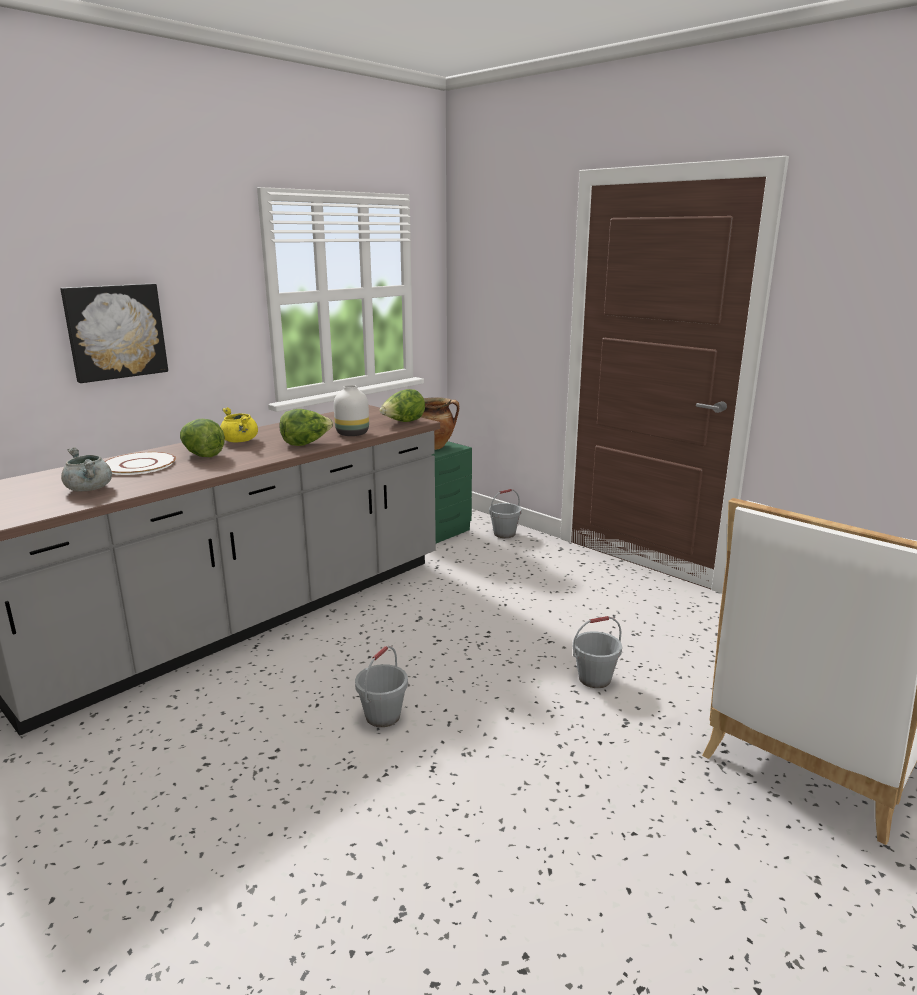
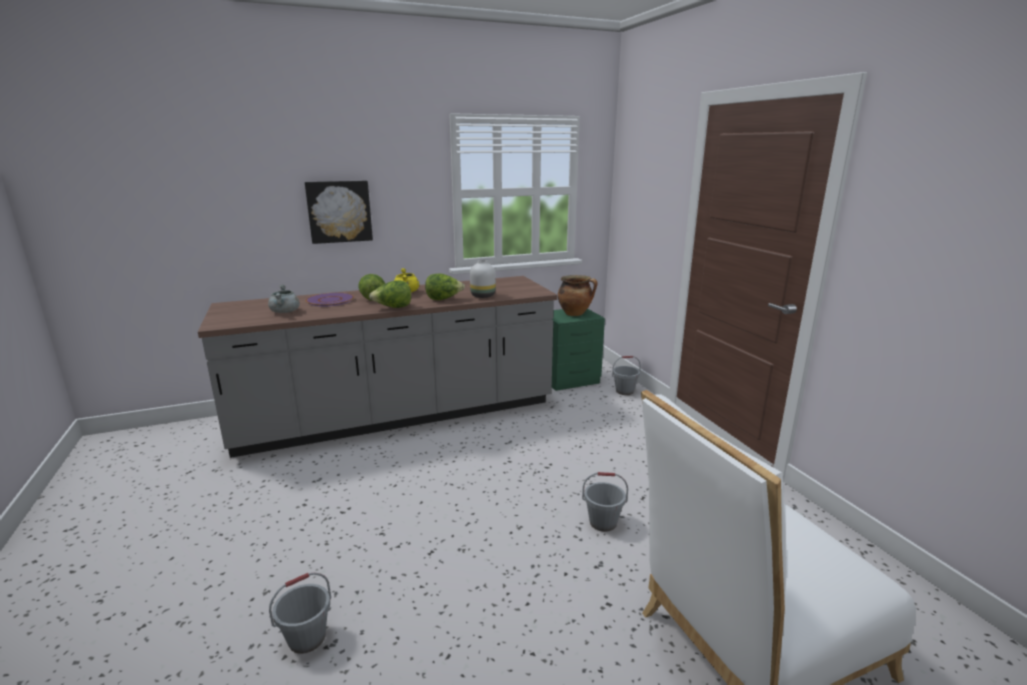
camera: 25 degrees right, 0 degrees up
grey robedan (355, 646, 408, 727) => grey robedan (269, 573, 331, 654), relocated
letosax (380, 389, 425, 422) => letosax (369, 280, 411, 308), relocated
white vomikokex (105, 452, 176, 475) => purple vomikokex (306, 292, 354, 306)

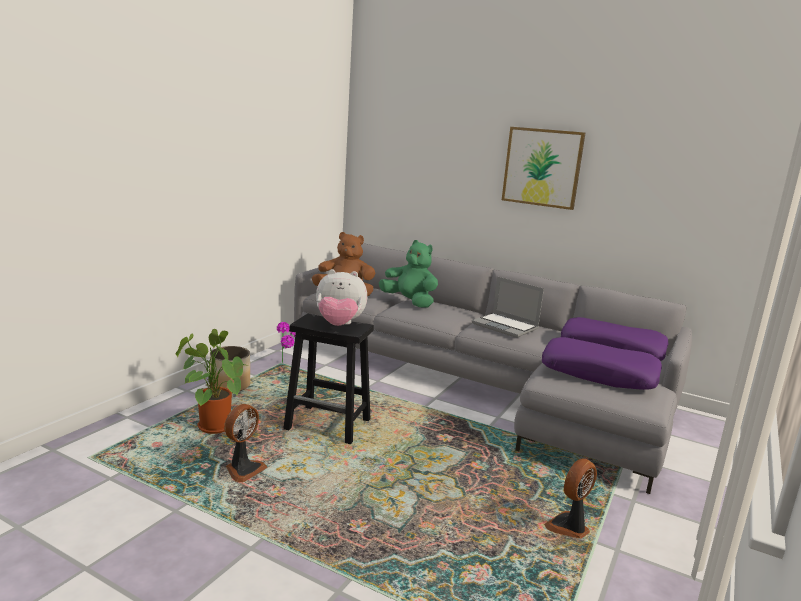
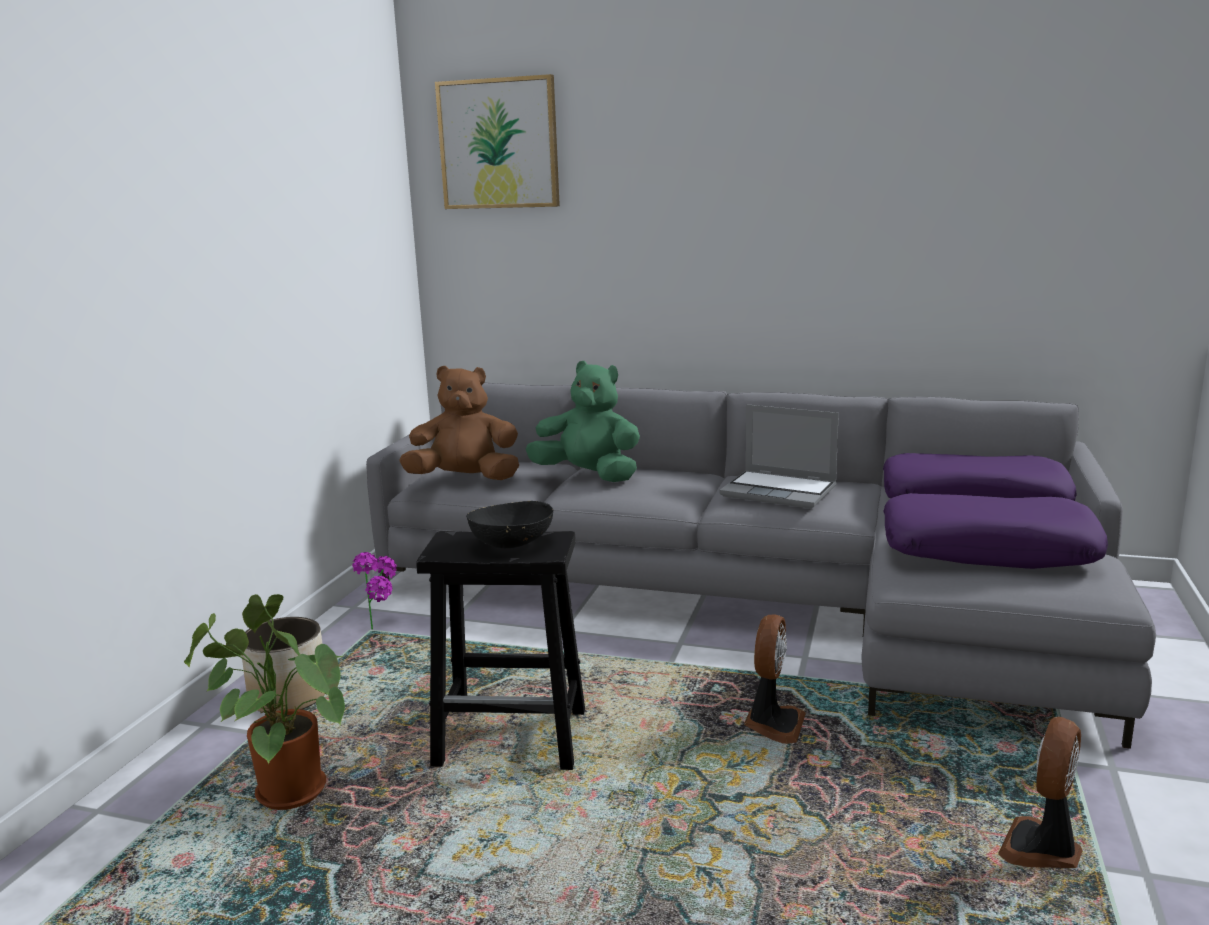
camera: 10 degrees left, 0 degrees up
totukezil (224, 404, 268, 482) => totukezil (744, 615, 806, 744), relocated
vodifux (502, 127, 585, 210) => vodifux (435, 74, 560, 209), relocated
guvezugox (316, 269, 367, 326) => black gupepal (466, 501, 553, 548)

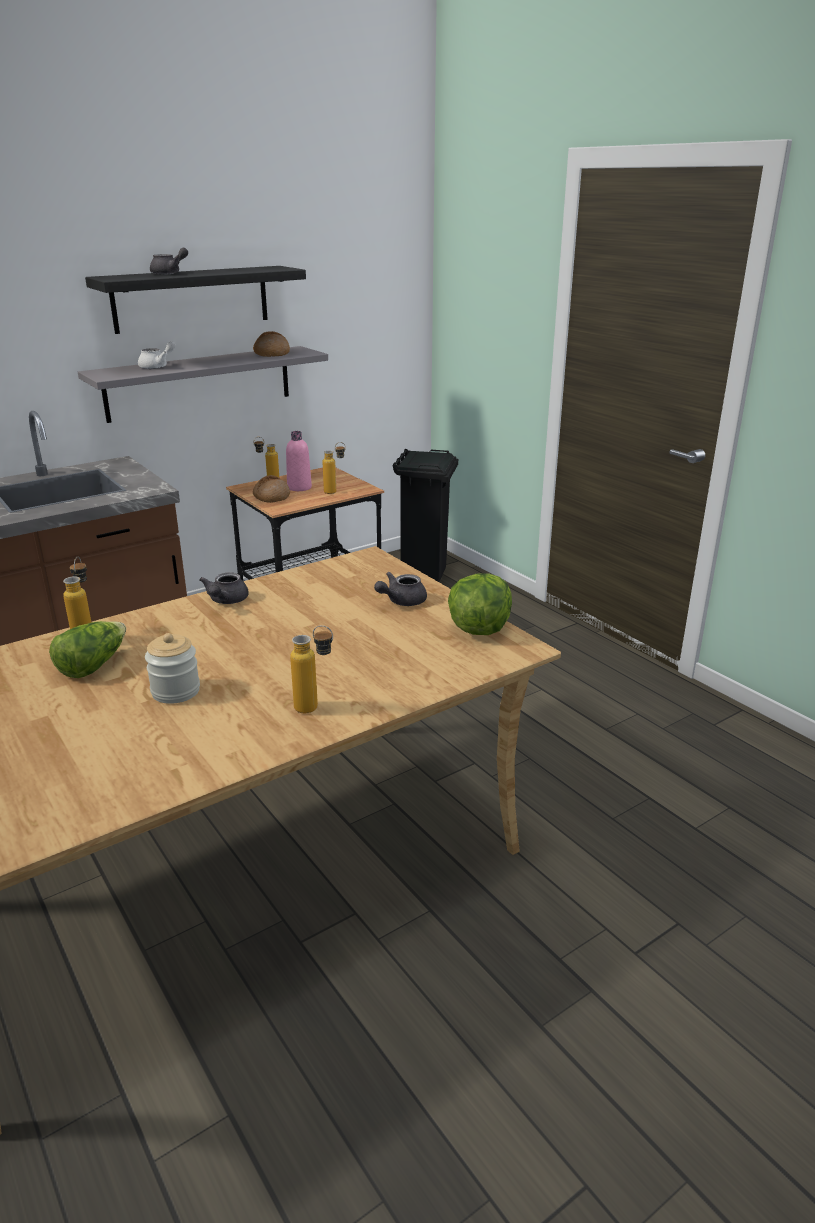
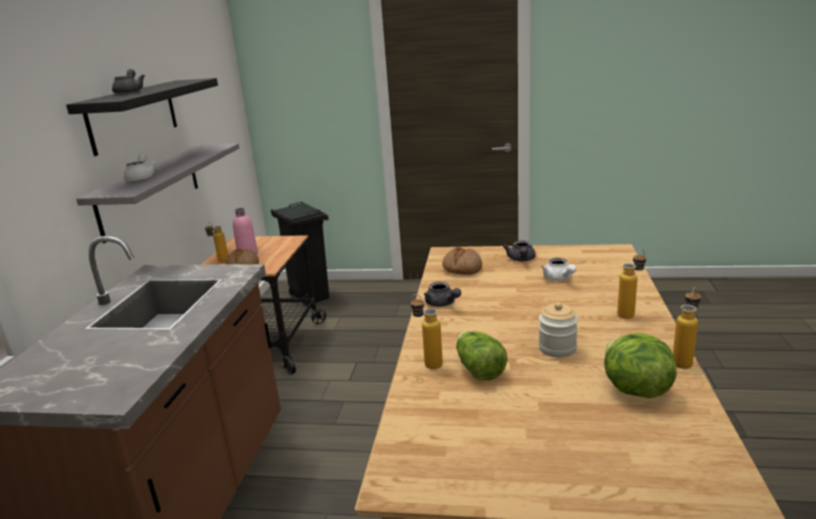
camera: 45 degrees left, 5 degrees down
nothing => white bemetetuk (541, 258, 577, 281)
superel (253, 331, 290, 357) => superel (442, 247, 482, 275), relocated
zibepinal (323, 442, 346, 494) => zibepinal (673, 287, 701, 369), relocated
letosax (448, 573, 512, 635) => letosax (604, 333, 677, 398), relocated

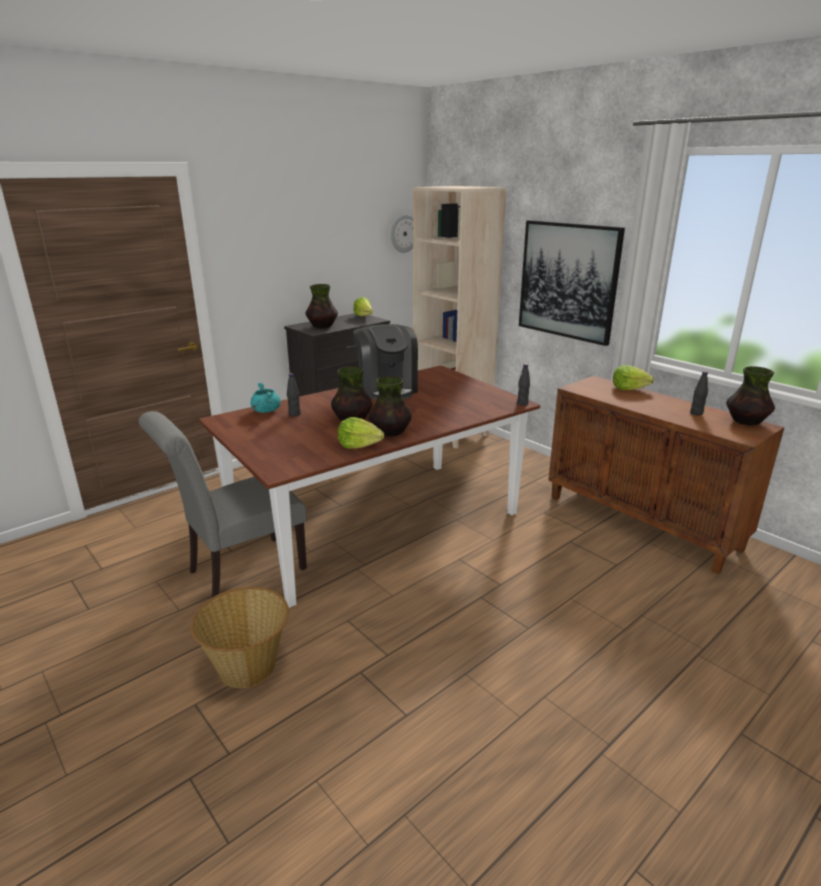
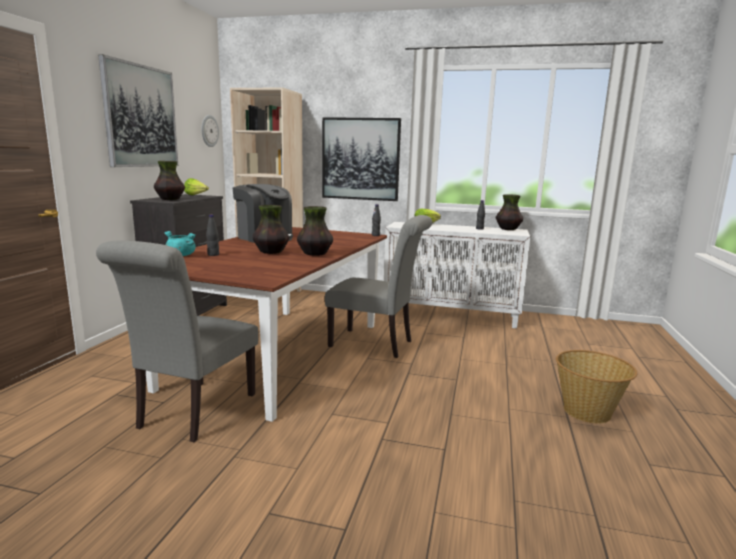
camera: 35 degrees left, 10 degrees down
letosax (338, 417, 384, 449) => nothing
nothing => vodifux (98, 54, 178, 167)
nothing => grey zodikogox (325, 215, 432, 358)
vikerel (191, 587, 289, 688) => vikerel (556, 350, 638, 423), relocated
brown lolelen (548, 375, 784, 574) => white lolelen (384, 222, 530, 328)

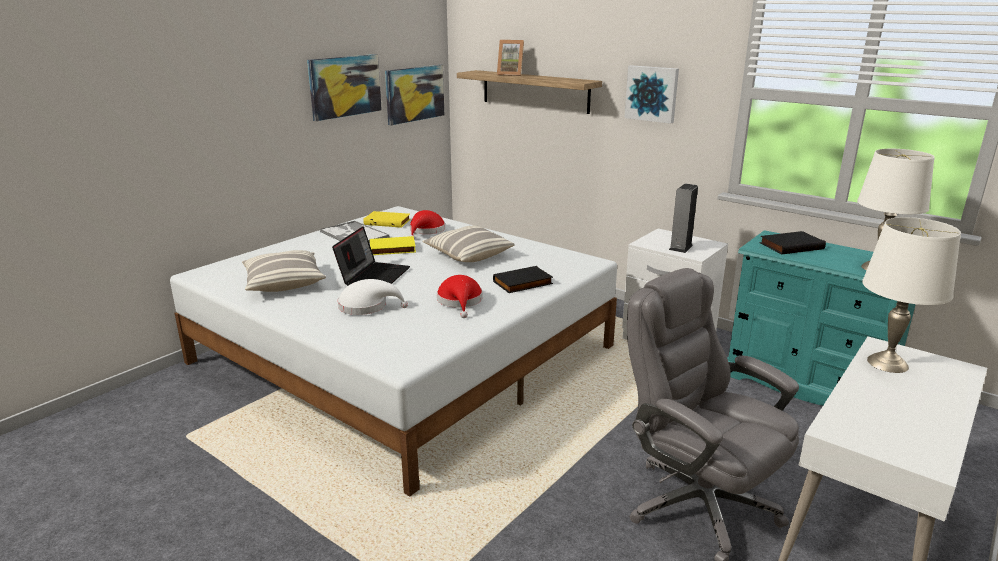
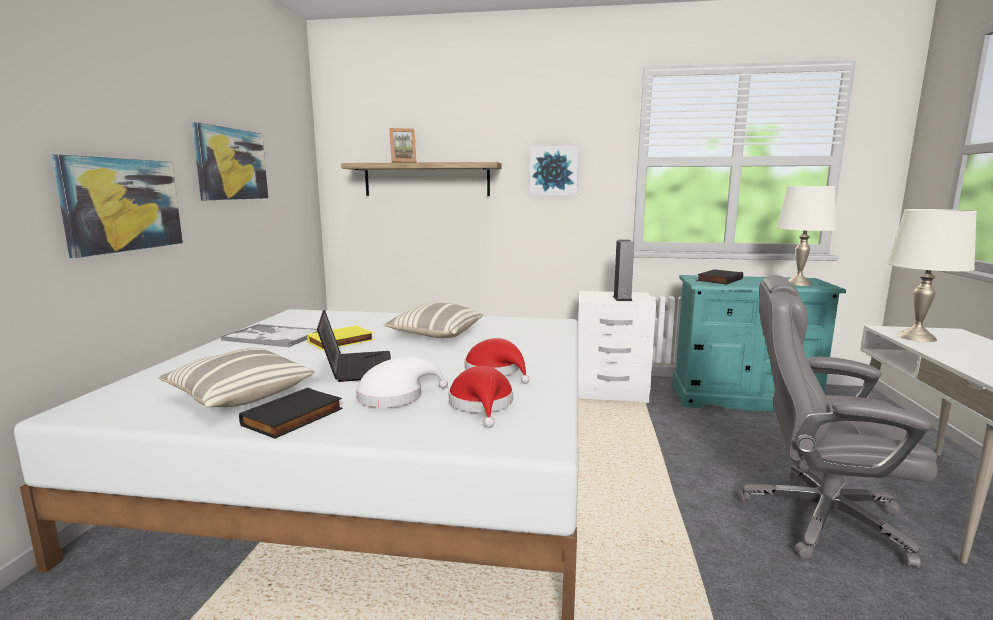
camera: 30 degrees left, 10 degrees down
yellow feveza (363, 211, 410, 228) => nothing
vodifux (385, 65, 444, 125) => vodifux (51, 154, 183, 258), relocated
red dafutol (410, 210, 445, 239) => red dafutol (449, 366, 513, 428), relocated
black feveza (493, 266, 553, 293) => black feveza (239, 388, 343, 439), relocated

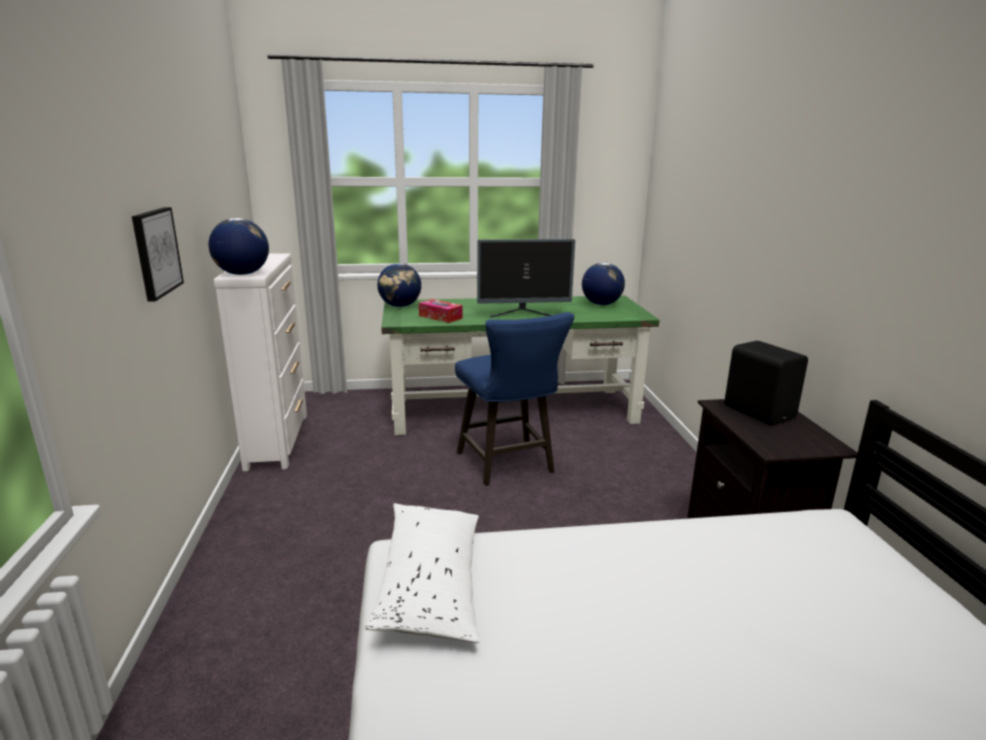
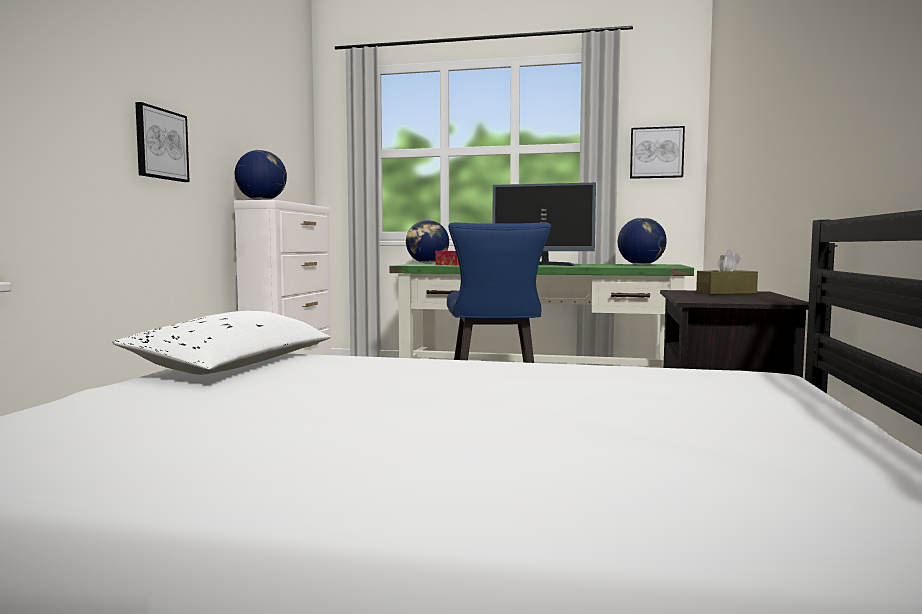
camera: 20 degrees right, 15 degrees down
nothing => vodifux (630, 126, 685, 179)
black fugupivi (724, 341, 808, 425) => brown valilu (696, 250, 758, 294)

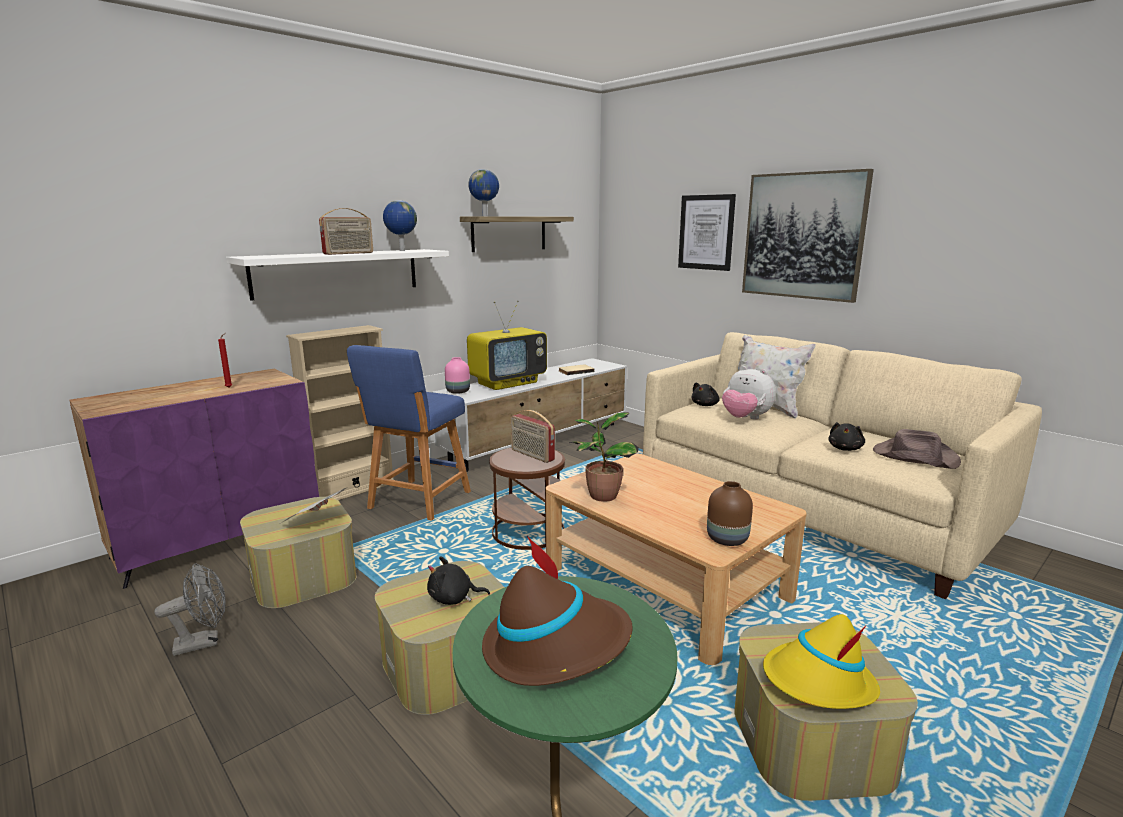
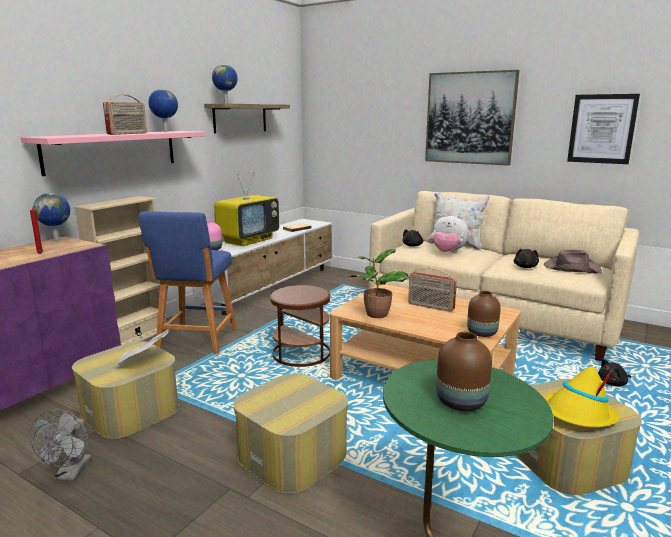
camera: 15 degrees left, 0 degrees up
nothing => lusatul (33, 193, 70, 241)
black guvezugox (427, 556, 490, 605) => black guvezugox (598, 359, 631, 386), relocated
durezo (511, 410, 555, 463) => durezo (408, 268, 457, 312), relocated
vodifux (678, 194, 736, 271) => vodifux (567, 94, 640, 164), relocated
brown dafutol (482, 536, 633, 686) => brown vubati (436, 332, 492, 411)
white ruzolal (226, 249, 449, 301) => pink ruzolal (21, 131, 206, 176)
grey totukezil (154, 563, 226, 656) => grey totukezil (30, 409, 91, 481), 135 degrees clockwise

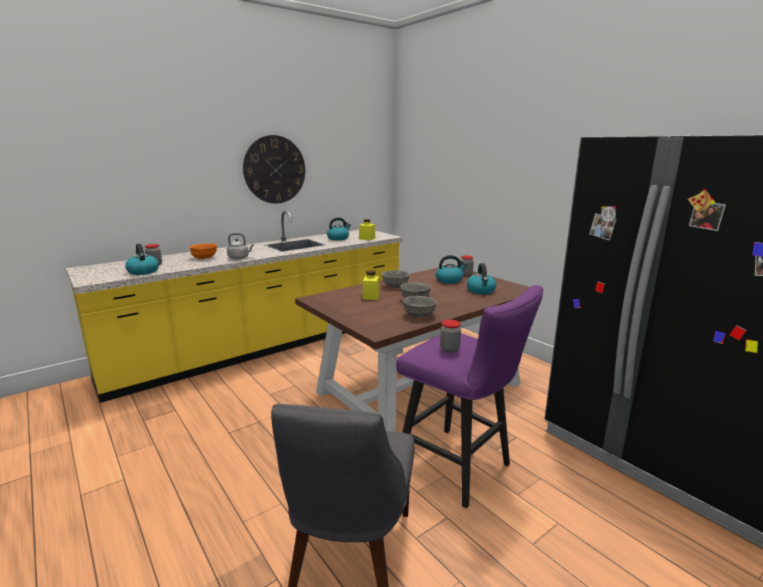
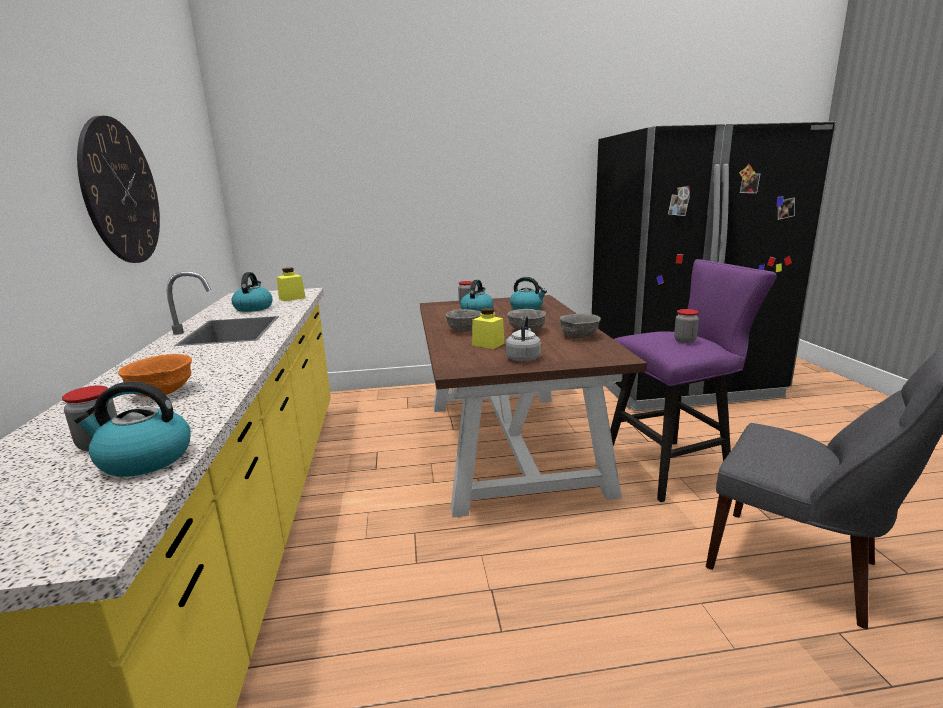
camera: 60 degrees left, 0 degrees up
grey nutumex (227, 233, 254, 259) => grey nutumex (505, 315, 541, 362), relocated

